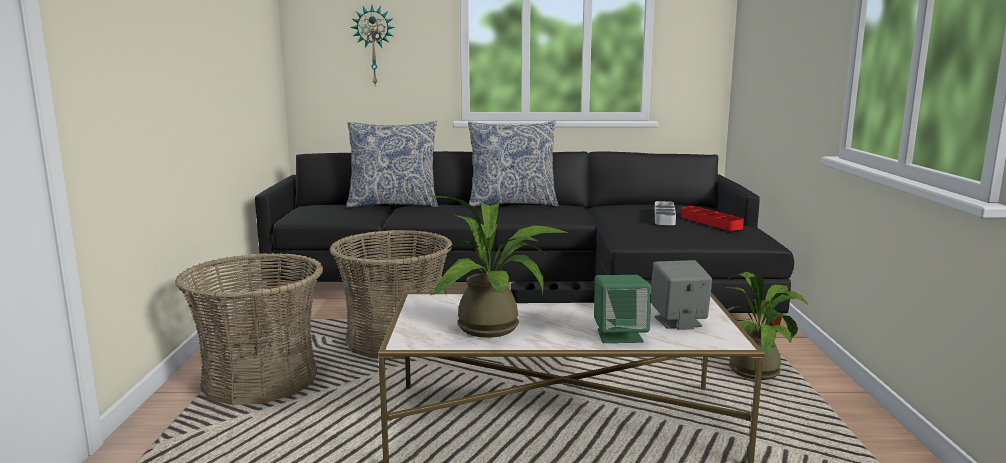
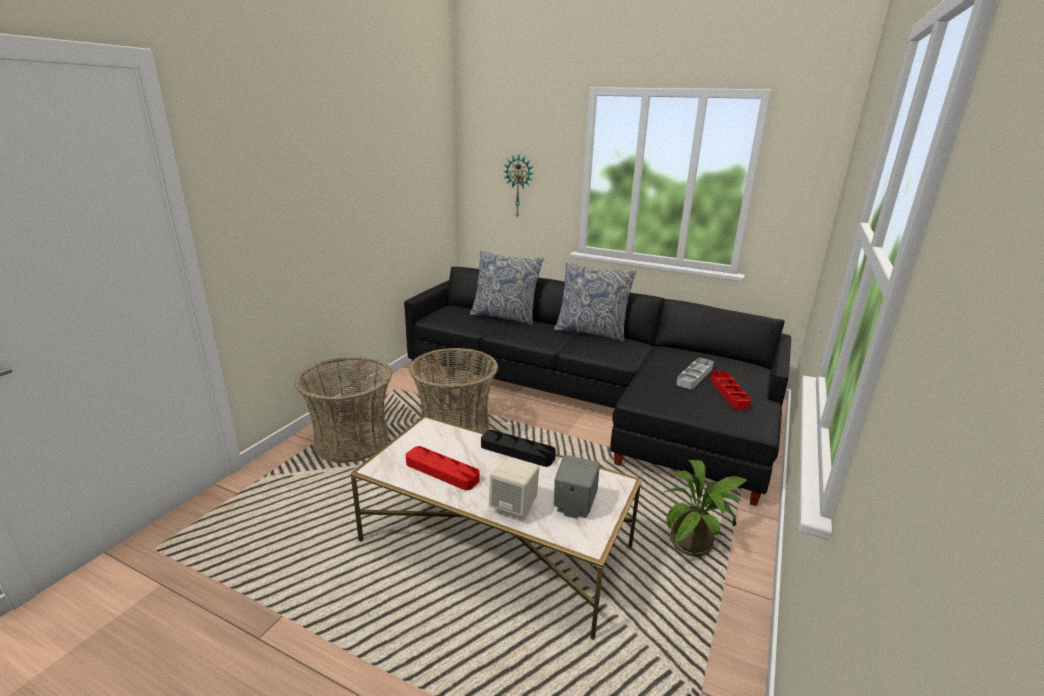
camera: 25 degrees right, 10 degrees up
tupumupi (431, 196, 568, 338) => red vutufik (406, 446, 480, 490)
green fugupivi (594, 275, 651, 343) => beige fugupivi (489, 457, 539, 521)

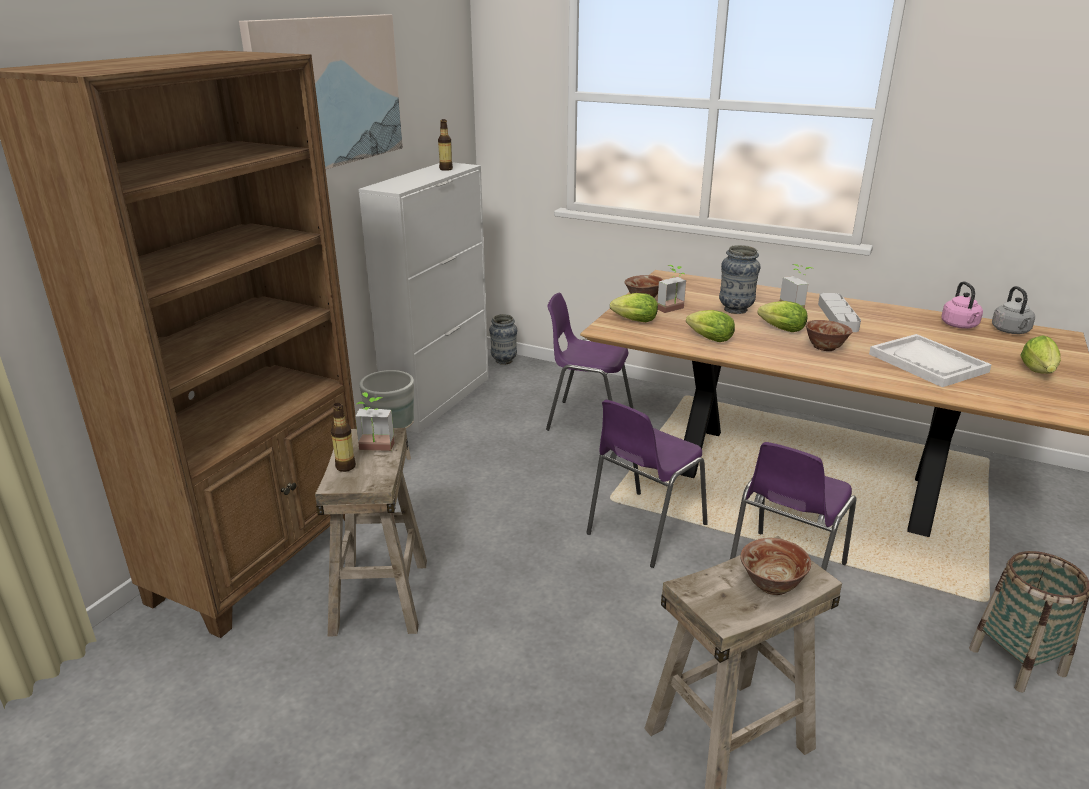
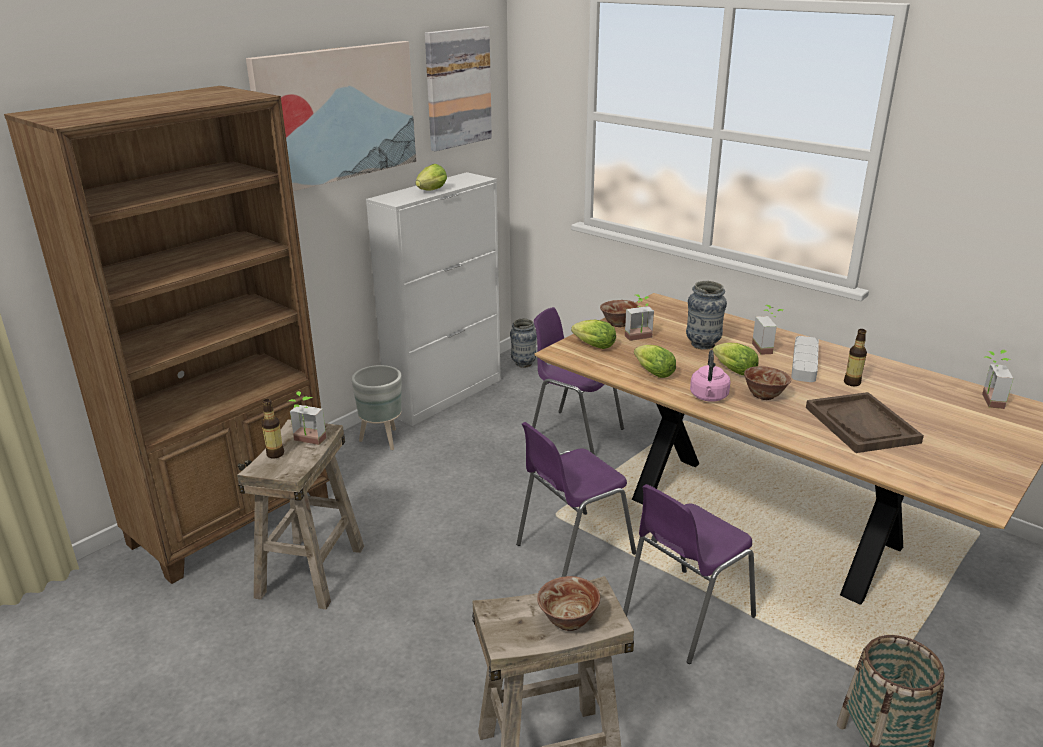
camera: 15 degrees right, 0 degrees up
nothing => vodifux (425, 26, 492, 152)
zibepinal (438, 119, 453, 171) => zibepinal (844, 329, 867, 386), relocated
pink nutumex (941, 281, 983, 329) => pink nutumex (690, 350, 731, 402), relocated
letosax (1020, 335, 1061, 374) => letosax (416, 164, 447, 191), relocated
grey nutumex (992, 286, 1035, 334) => tupumupi (982, 350, 1013, 409)
white vutufik (869, 334, 992, 387) => brown vutufik (806, 392, 924, 453)

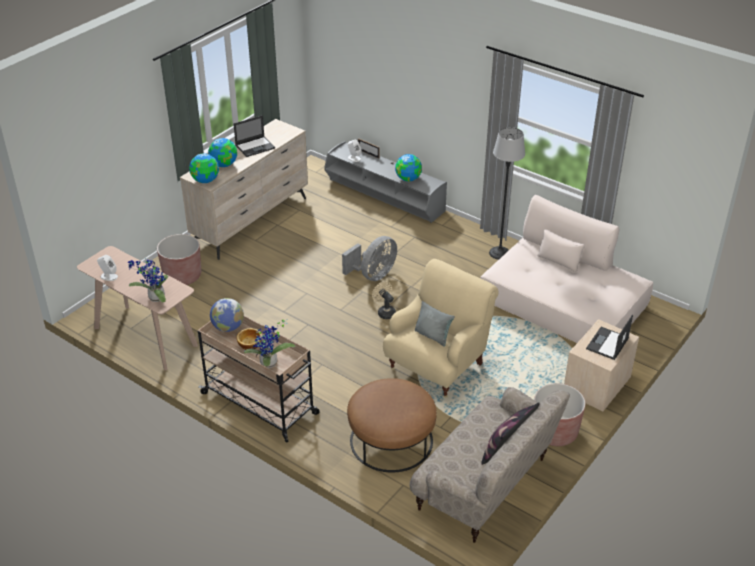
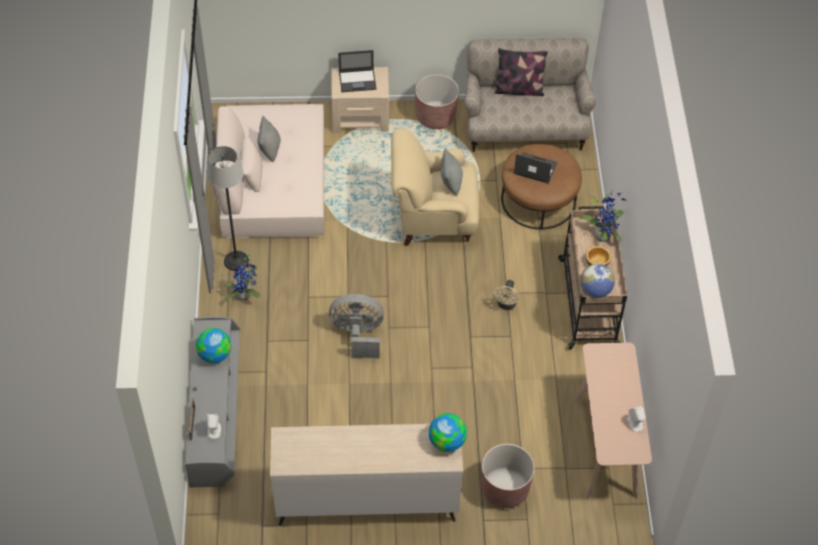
camera: 130 degrees left, 15 degrees up
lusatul (208, 138, 237, 167) => nothing
nothing => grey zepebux (257, 116, 281, 163)
tupumupi (128, 258, 168, 302) => tupumupi (224, 251, 261, 301), relocated
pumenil (233, 115, 275, 157) => pumenil (514, 152, 557, 184), relocated
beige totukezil (372, 281, 396, 319) => beige totukezil (494, 280, 519, 310), relocated

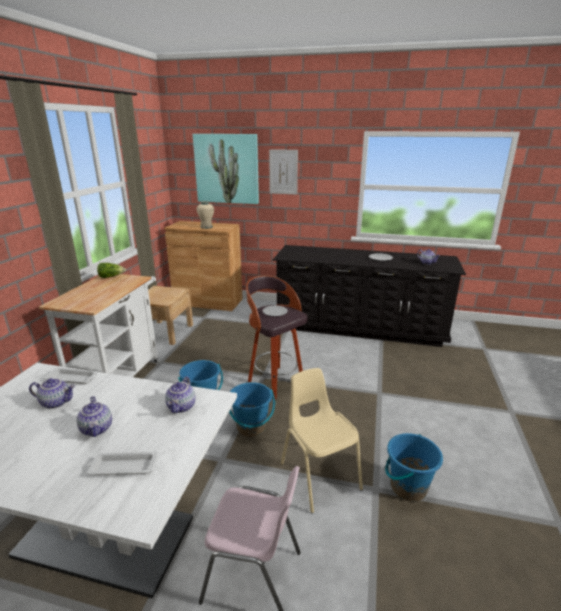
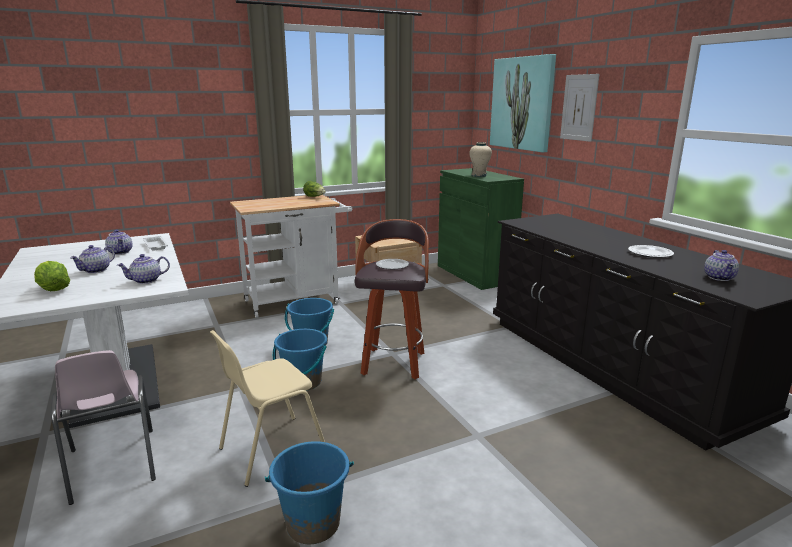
camera: 50 degrees right, 5 degrees down
white vutufik (87, 451, 158, 475) => letosax (34, 261, 70, 291)
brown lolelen (164, 221, 243, 311) => green lolelen (438, 168, 524, 290)
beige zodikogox (281, 368, 363, 513) => beige zodikogox (210, 330, 325, 487), 150 degrees counterclockwise

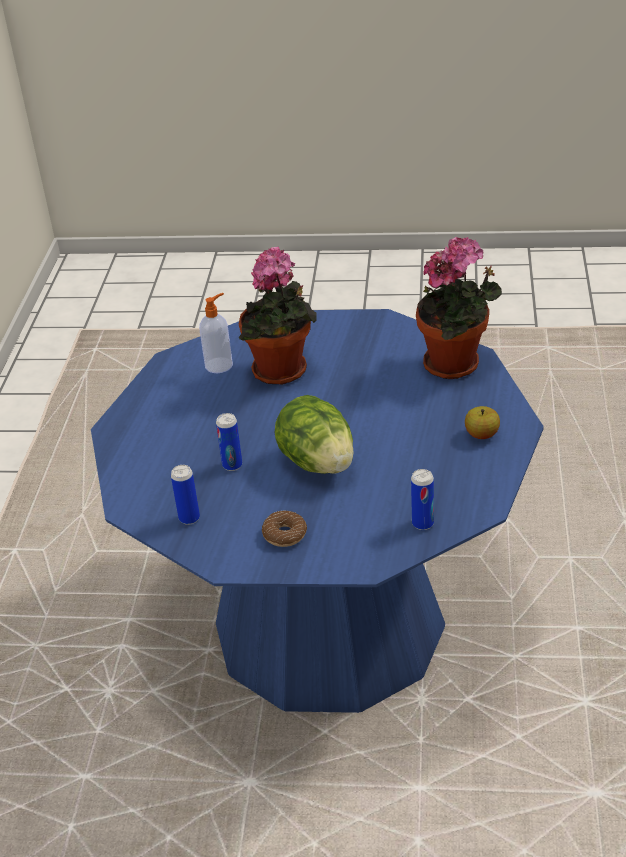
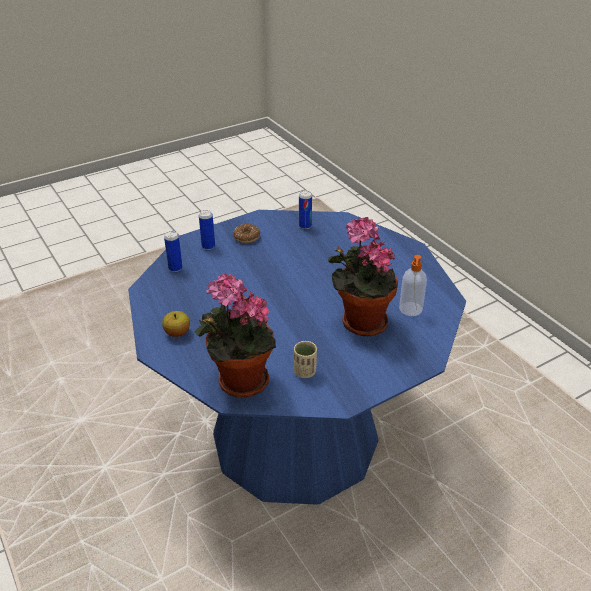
camera: 140 degrees right, 0 degrees up
letosax (275, 395, 354, 474) => nothing
nothing => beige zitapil (294, 341, 317, 378)
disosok (216, 413, 242, 471) => disosok (199, 210, 215, 250), relocated

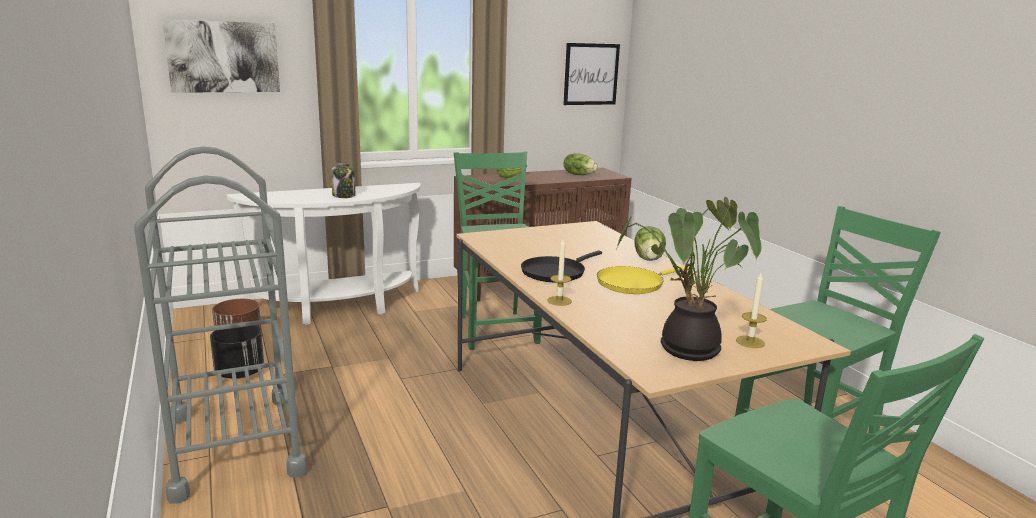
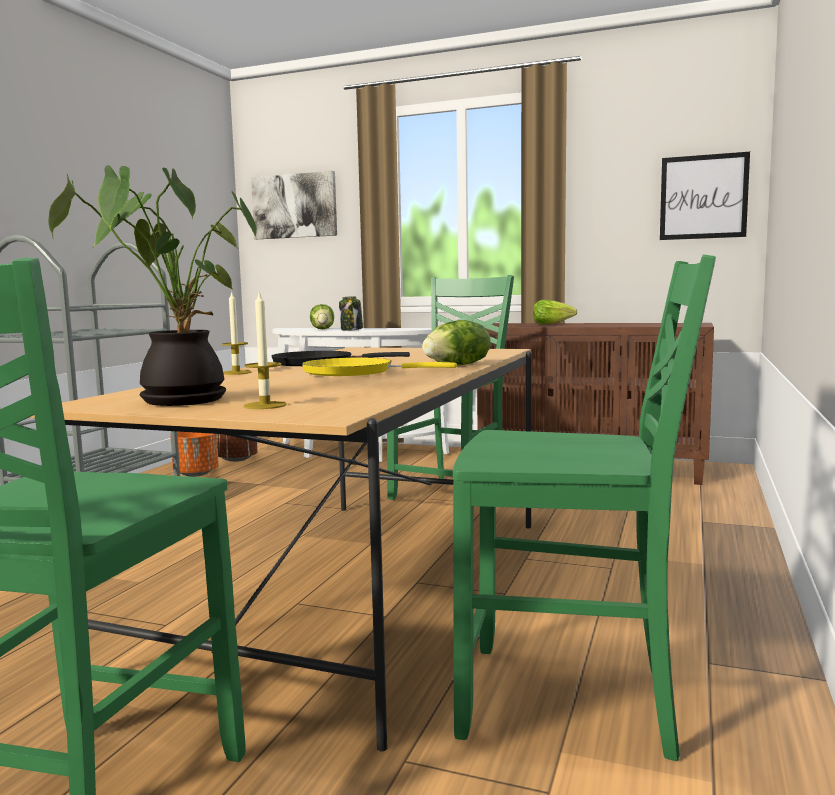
camera: 45 degrees right, 10 degrees down
letosax (563, 153, 598, 175) => letosax (310, 304, 334, 329), relocated
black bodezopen (210, 325, 264, 379) => orange bodezopen (170, 432, 219, 477)

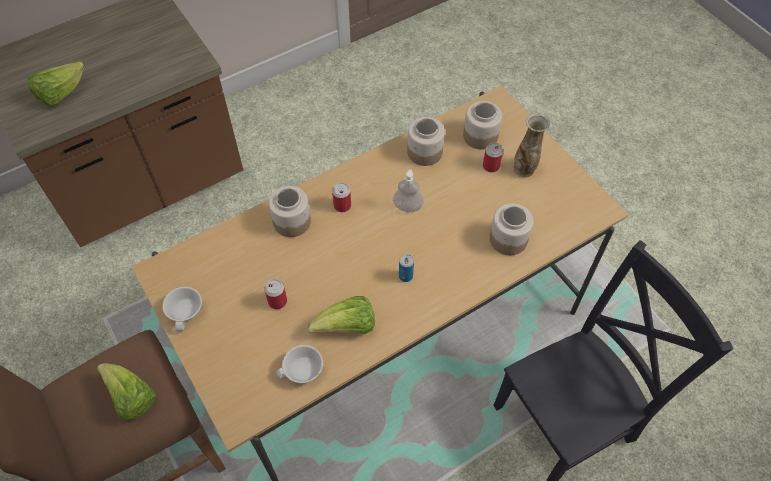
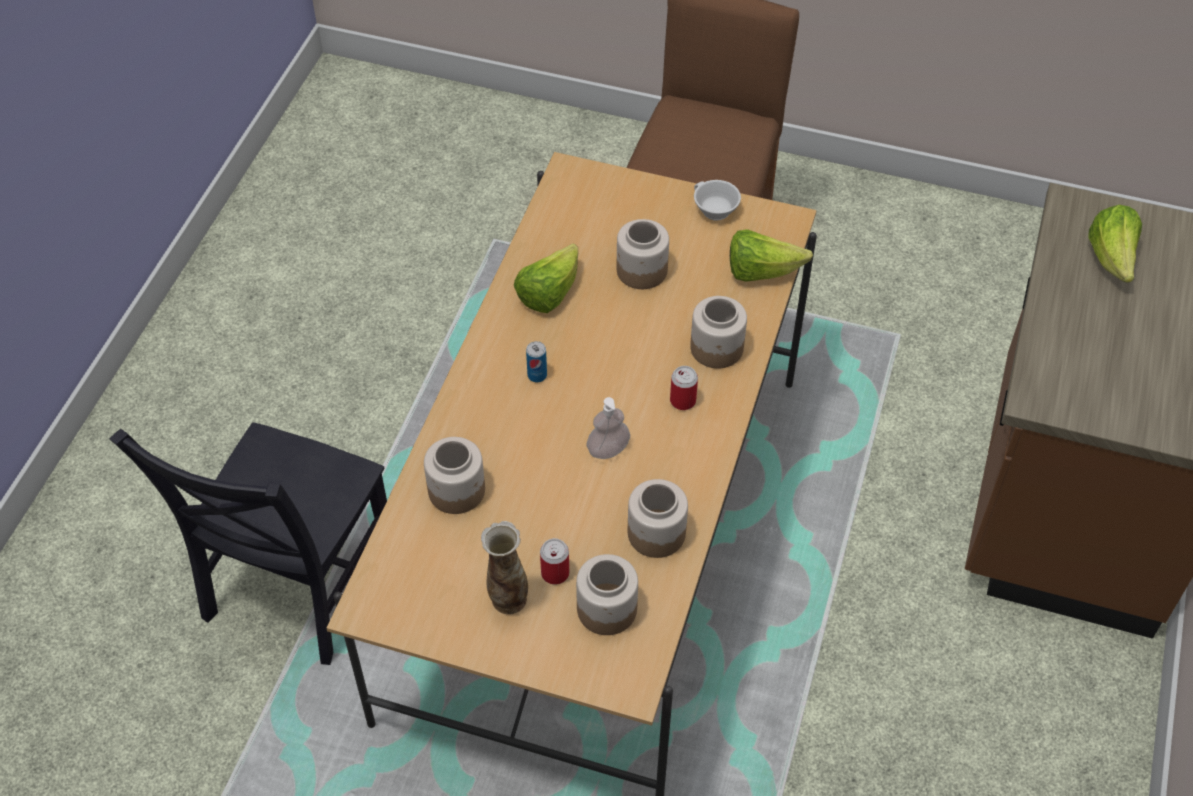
camera: 140 degrees right, 5 degrees down
white zitapil (276, 345, 323, 383) => nothing
letosax (97, 363, 156, 420) => letosax (730, 229, 813, 282), relocated
disosok (264, 279, 287, 309) => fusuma (617, 219, 669, 289)

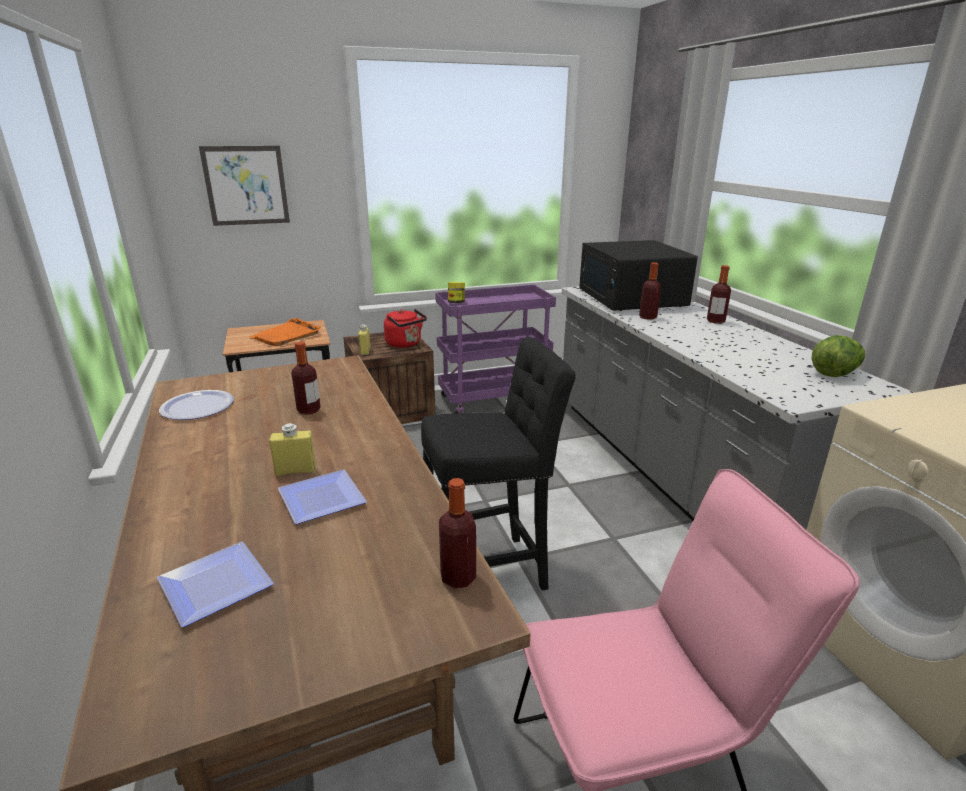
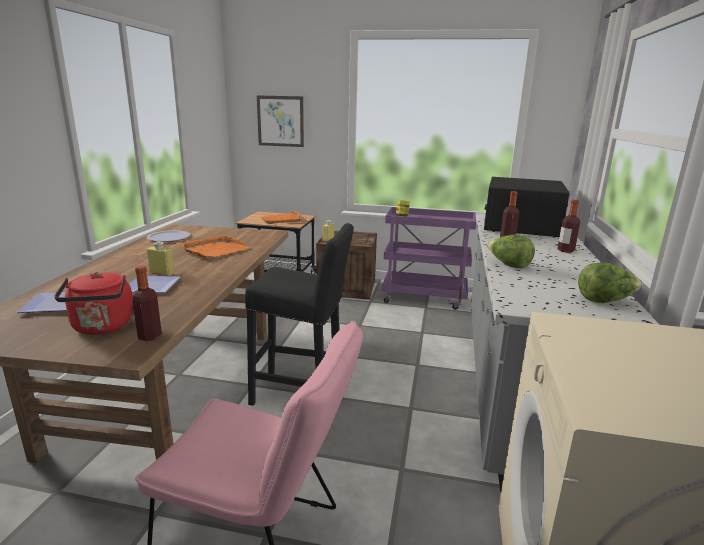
camera: 30 degrees right, 5 degrees down
nothing => letosax (487, 235, 535, 268)
red nutumex (384, 309, 427, 348) => red nutumex (54, 272, 134, 335), relocated
zibepinal (291, 342, 321, 415) => orange vutufik (180, 236, 250, 258)

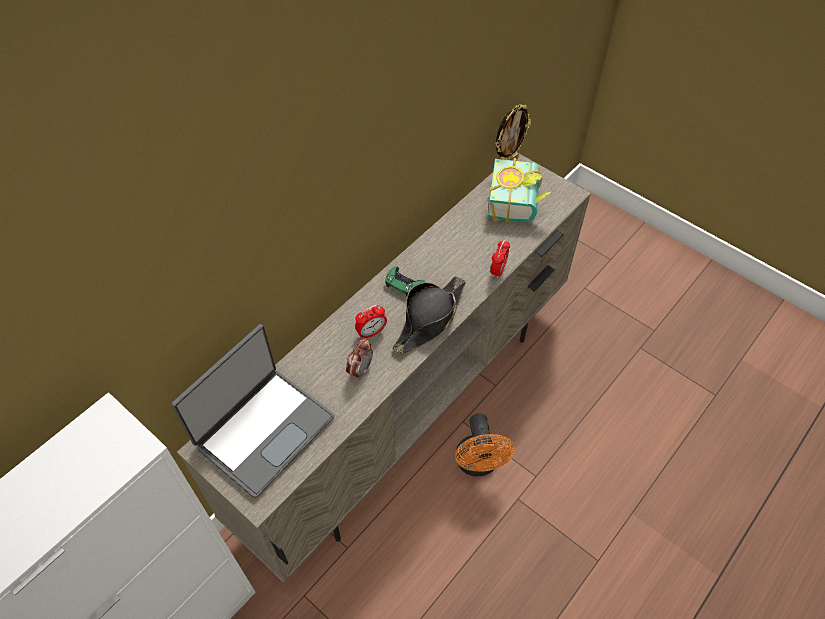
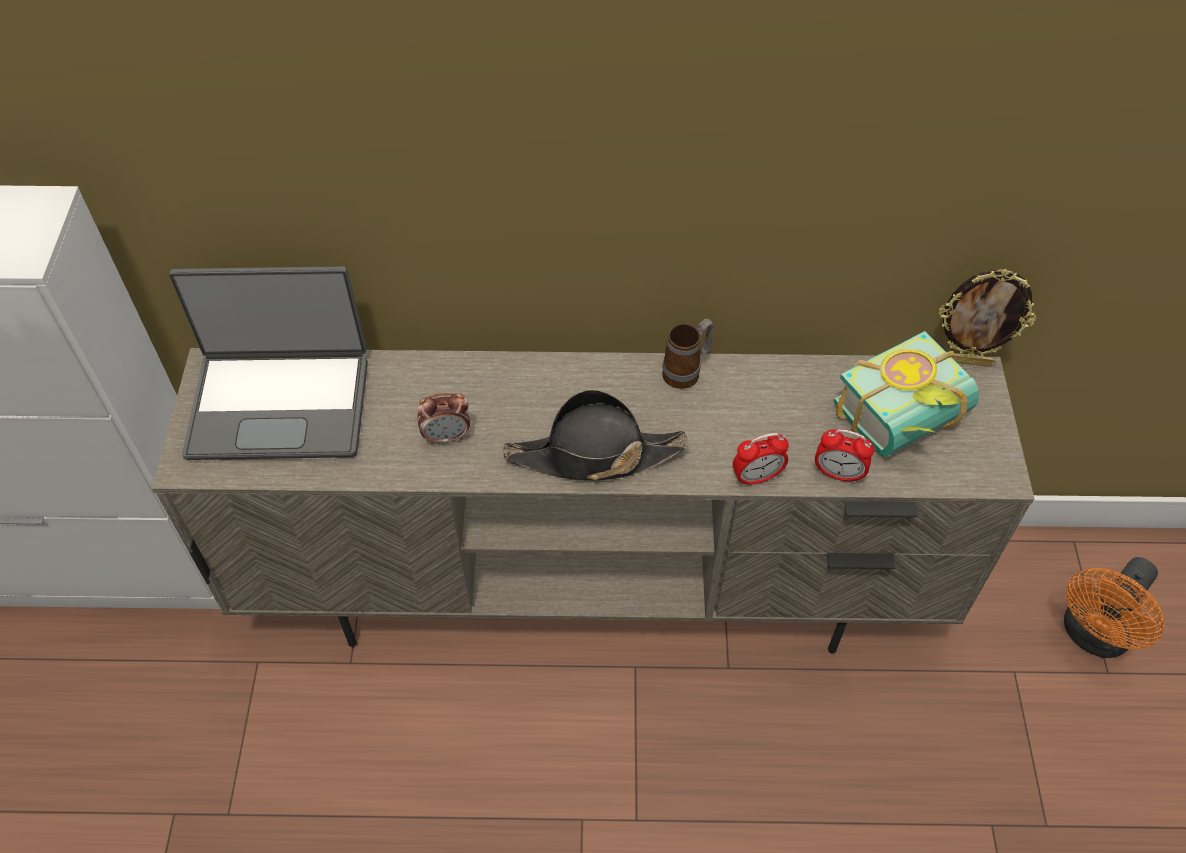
camera: 50 degrees right, 0 degrees up
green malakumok (385, 267, 425, 297) => nothing
nothing => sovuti (662, 319, 714, 389)
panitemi (355, 305, 387, 339) => panitemi (815, 429, 874, 483), relocated
orange totukezil (455, 413, 515, 476) => orange totukezil (1064, 557, 1164, 658), relocated

